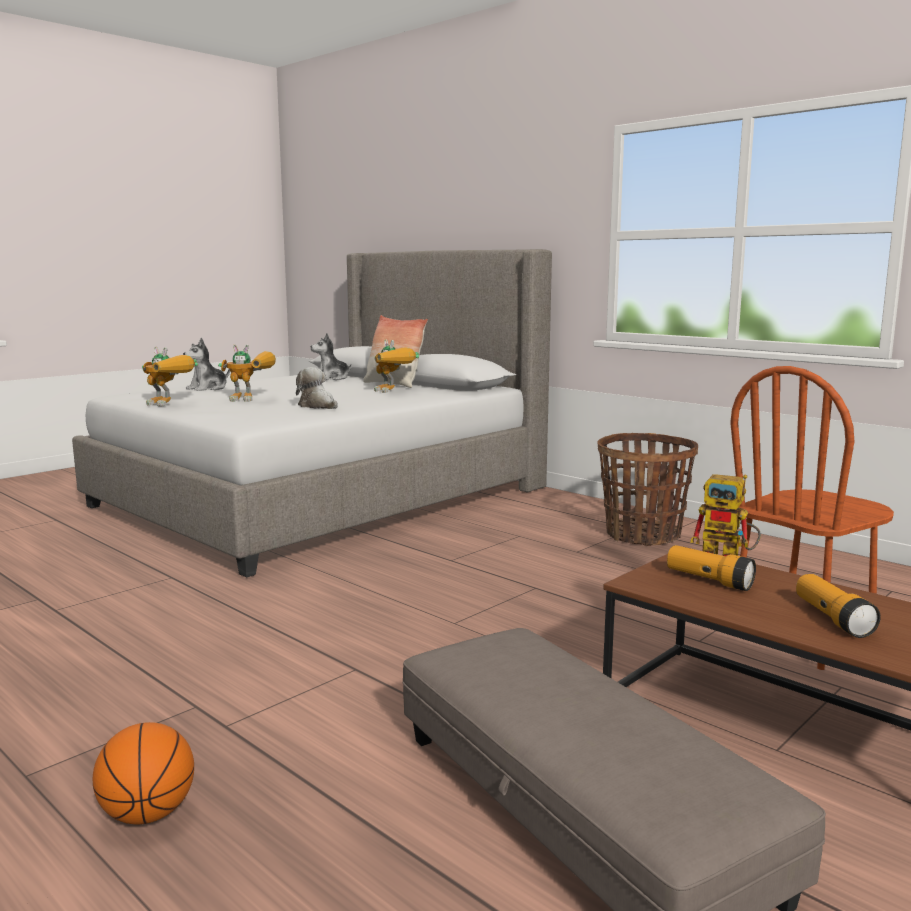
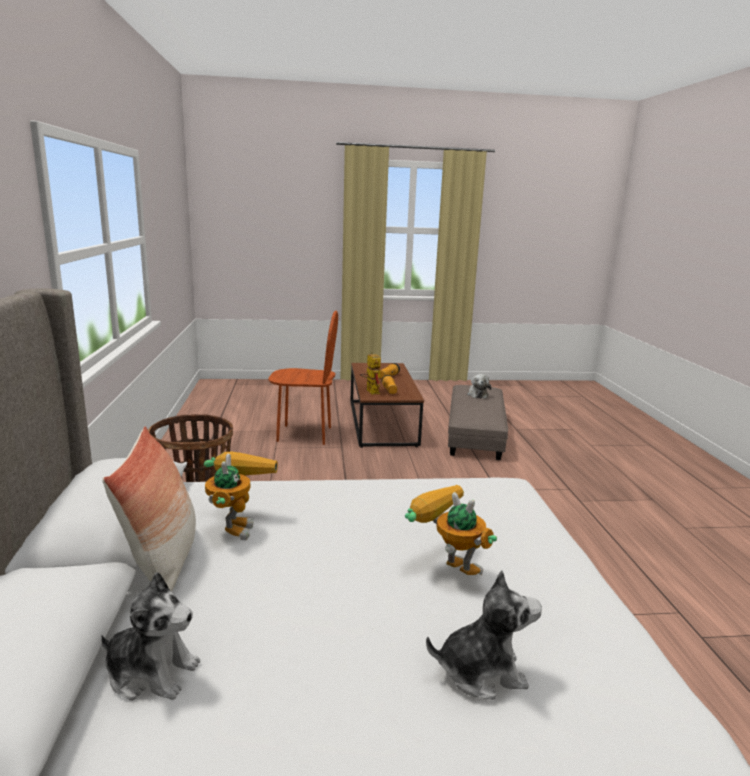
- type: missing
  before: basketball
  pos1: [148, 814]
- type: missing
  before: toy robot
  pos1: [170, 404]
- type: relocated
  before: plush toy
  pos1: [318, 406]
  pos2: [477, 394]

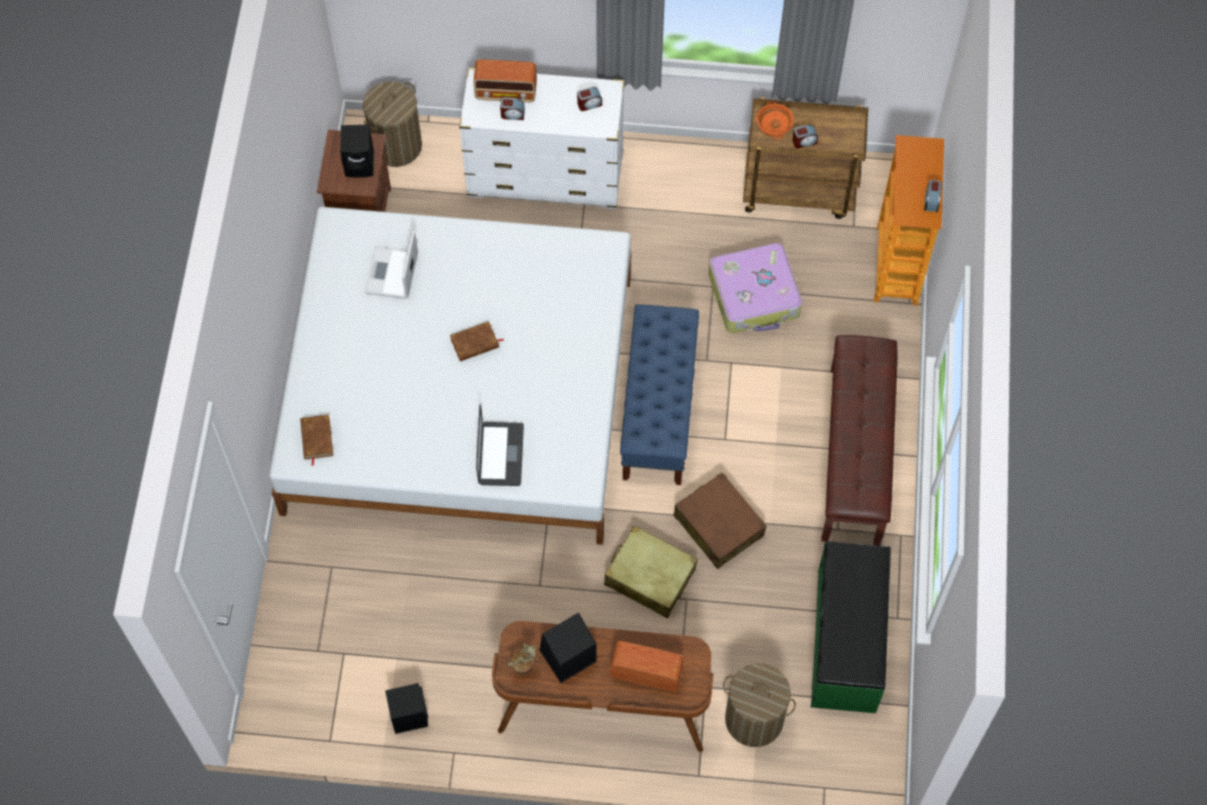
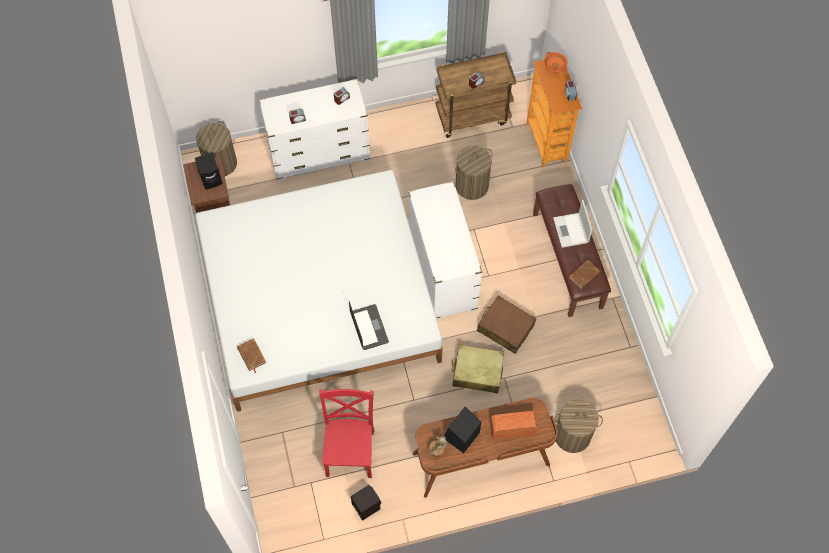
- type: missing
  before: radio
  pos1: [506, 92]
- type: missing
  before: bench (green)
  pos1: [847, 640]
- type: appeared
  after: chair (red)
  pos2: [350, 450]
- type: relocated
  before: laptop
  pos1: [392, 274]
  pos2: [571, 231]
- type: relocated
  before: book (brown)
  pos1: [475, 343]
  pos2: [584, 275]
- type: relocated
  before: bowl (orange)
  pos1: [773, 125]
  pos2: [554, 66]
- type: exchanged
  before: bench (blue)
  after: dresser (white)
  pos1: [658, 410]
  pos2: [442, 271]
- type: exchanged
  before: suitcase
  after: laundry basket
  pos1: [755, 296]
  pos2: [472, 185]

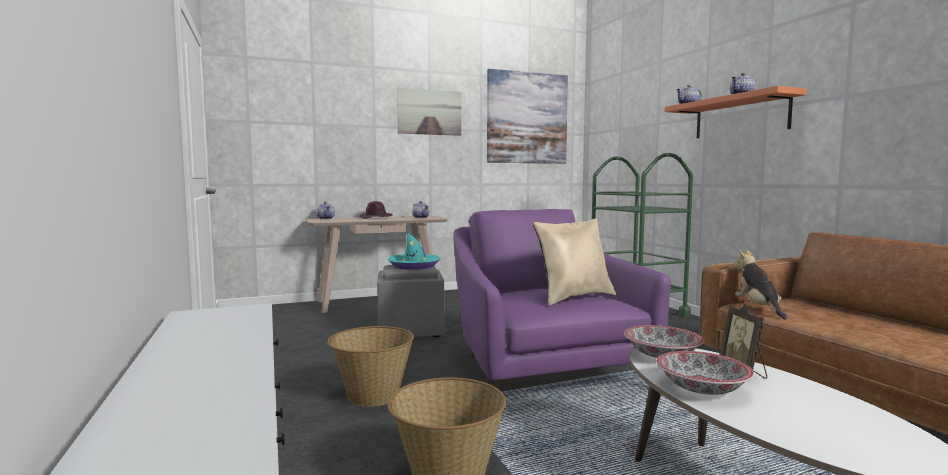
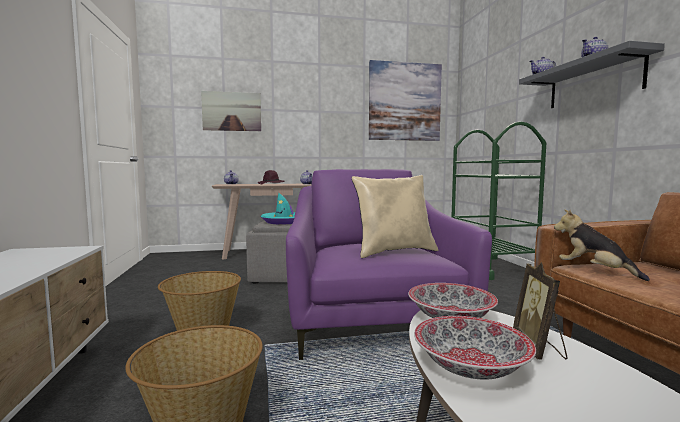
- type: relocated
  before: picture
  pos1: [429, 112]
  pos2: [232, 111]
- type: colour
  before: shelf (orange)
  after: shelf (grey)
  pos1: [740, 116]
  pos2: [593, 82]
- type: spun
  before: plush toy
  pos1: [758, 309]
  pos2: [594, 271]
  turn: -45

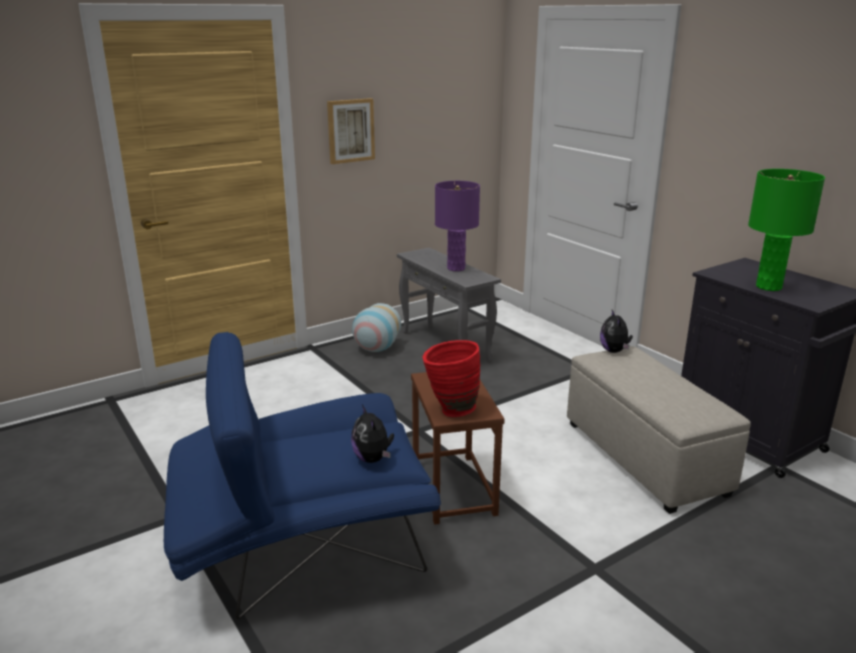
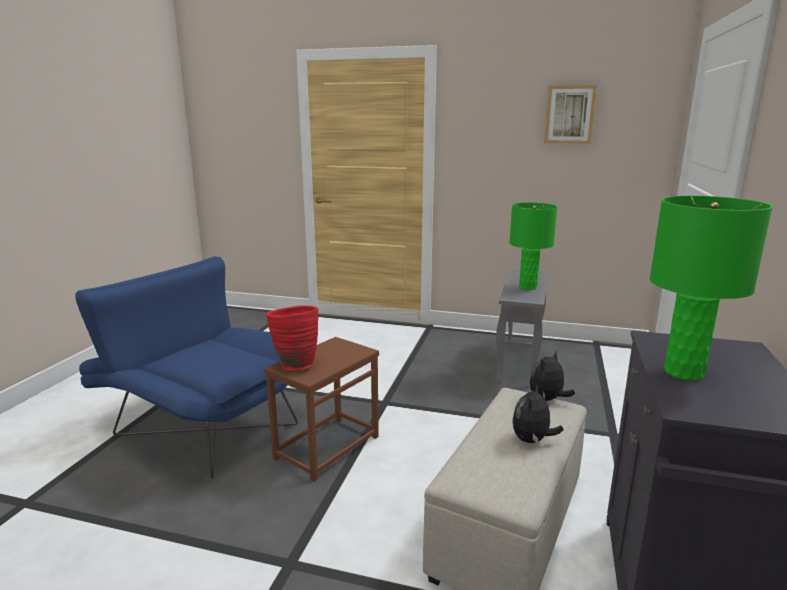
- type: missing
  before: vase
  pos1: [375, 349]
- type: relocated
  before: picture
  pos1: [350, 130]
  pos2: [569, 115]
- type: relocated
  before: plush toy
  pos1: [373, 459]
  pos2: [532, 440]
- type: colour
  before: table lamp (purple)
  after: table lamp (green)
  pos1: [456, 268]
  pos2: [528, 287]

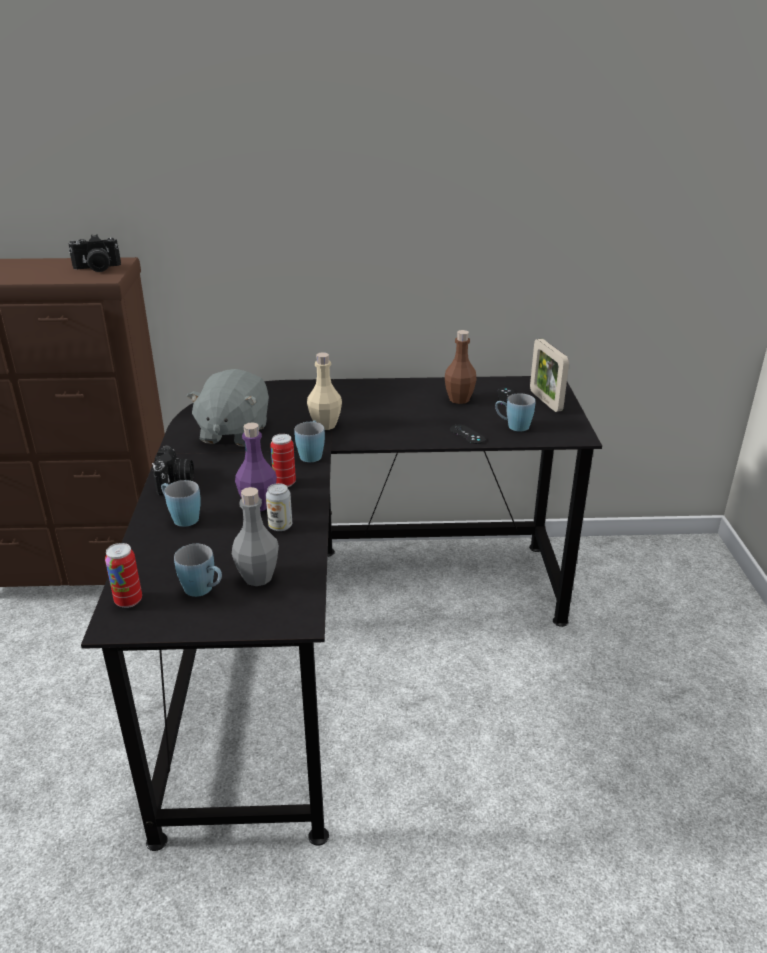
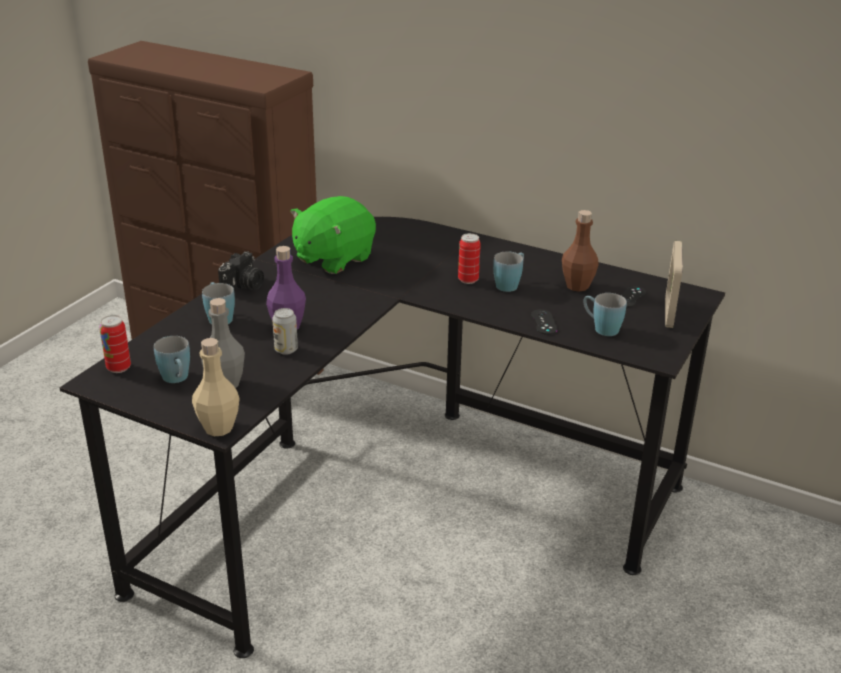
- type: missing
  before: photo camera
  pos1: [97, 269]
- type: relocated
  before: can
  pos1: [284, 483]
  pos2: [468, 280]
- type: relocated
  before: mug (blue)
  pos1: [311, 454]
  pos2: [509, 284]
- type: relocated
  before: bottle (beige)
  pos1: [325, 425]
  pos2: [218, 428]
- type: colour
  before: plush toy (grey)
  after: plush toy (green)
  pos1: [233, 433]
  pos2: [333, 258]

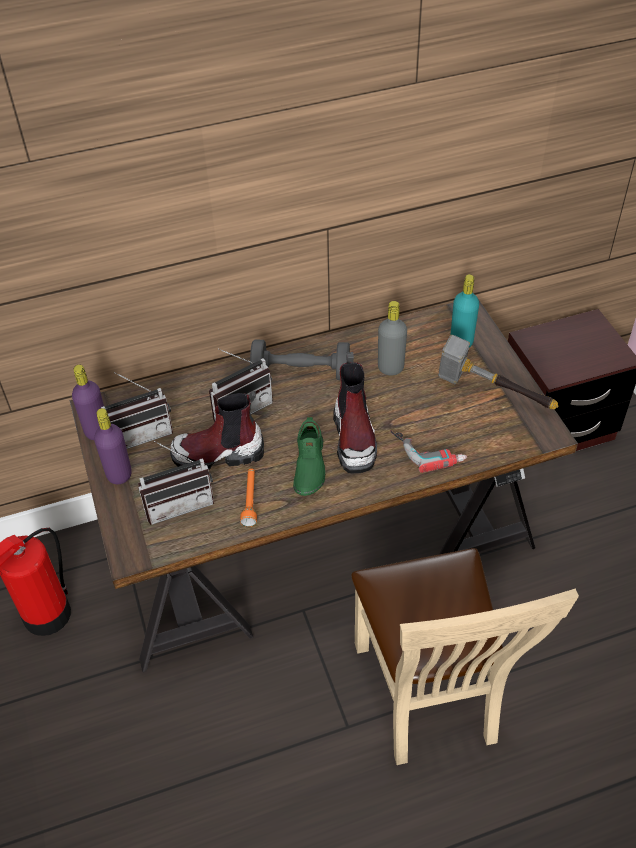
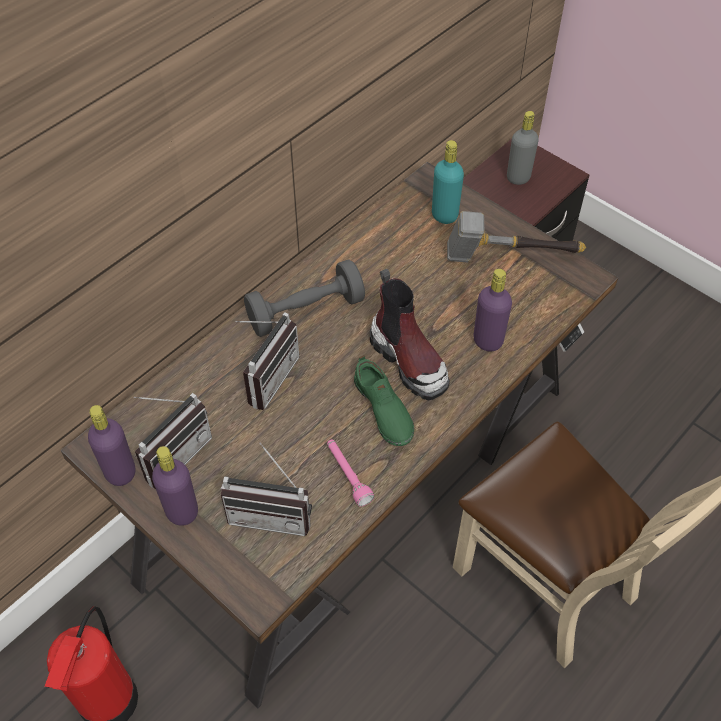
- type: missing
  before: boot
  pos1: [218, 454]
- type: relocated
  before: bottle (grey)
  pos1: [390, 368]
  pos2: [518, 178]
- type: exchanged
  before: power drill
  after: bottle (purple)
  pos1: [428, 449]
  pos2: [488, 341]
- type: colour
  before: flashlight (orange)
  after: flashlight (pink)
  pos1: [250, 500]
  pos2: [347, 475]
- type: spun
  before: radio
  pos1: [179, 503]
  pos2: [272, 513]
  turn: 60

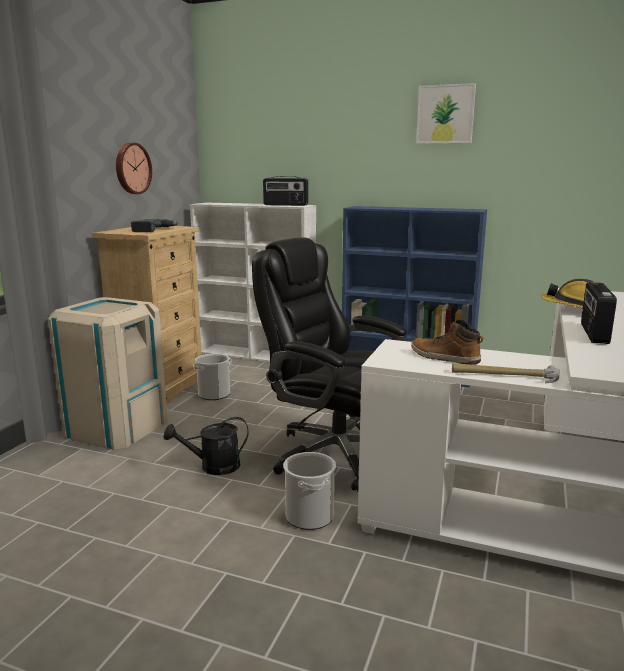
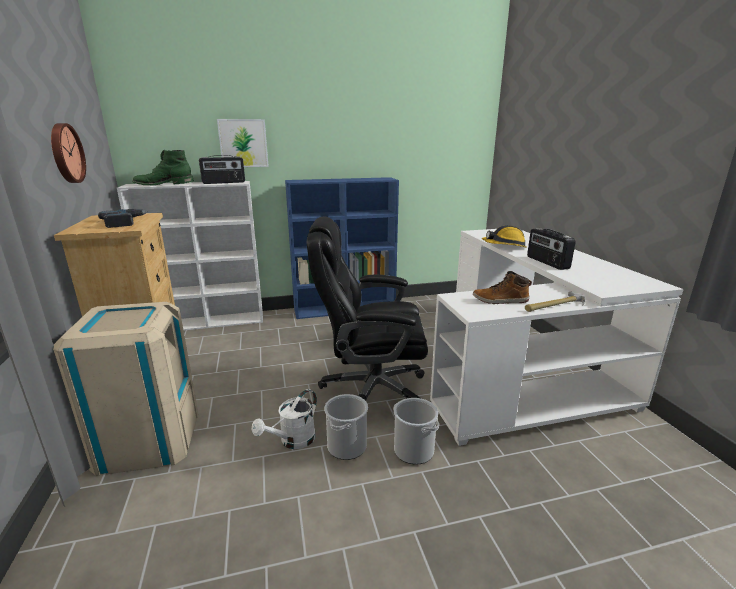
- type: appeared
  after: boot (green)
  pos2: [164, 184]
- type: relocated
  before: bucket
  pos1: [214, 394]
  pos2: [347, 446]
- type: relocated
  before: picture
  pos1: [445, 114]
  pos2: [243, 143]
- type: colour
  before: watering can (black)
  after: watering can (white)
  pos1: [213, 467]
  pos2: [293, 441]

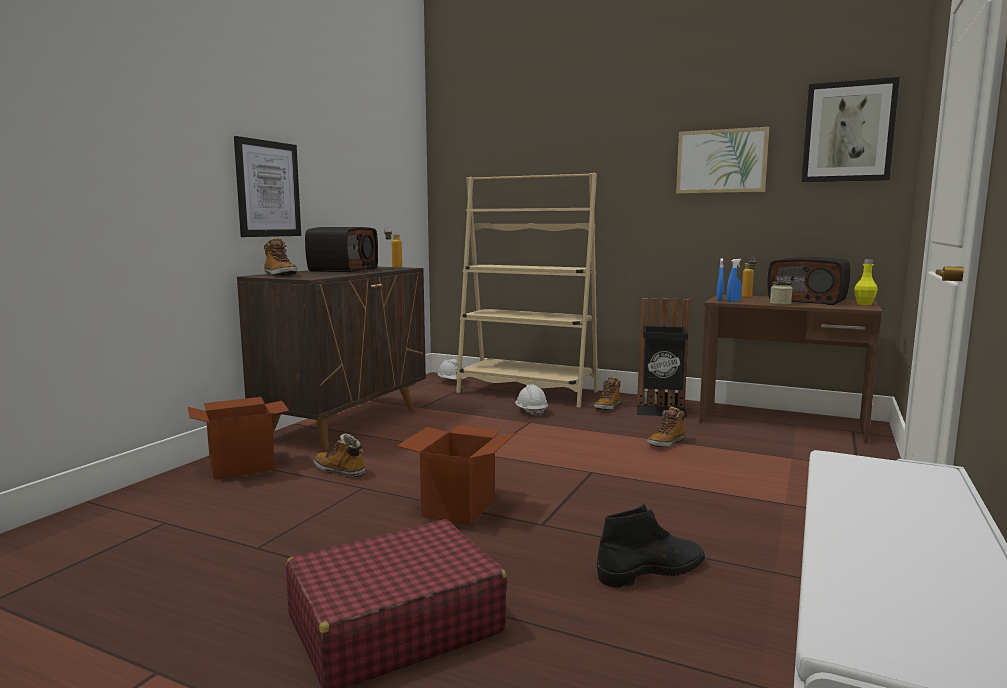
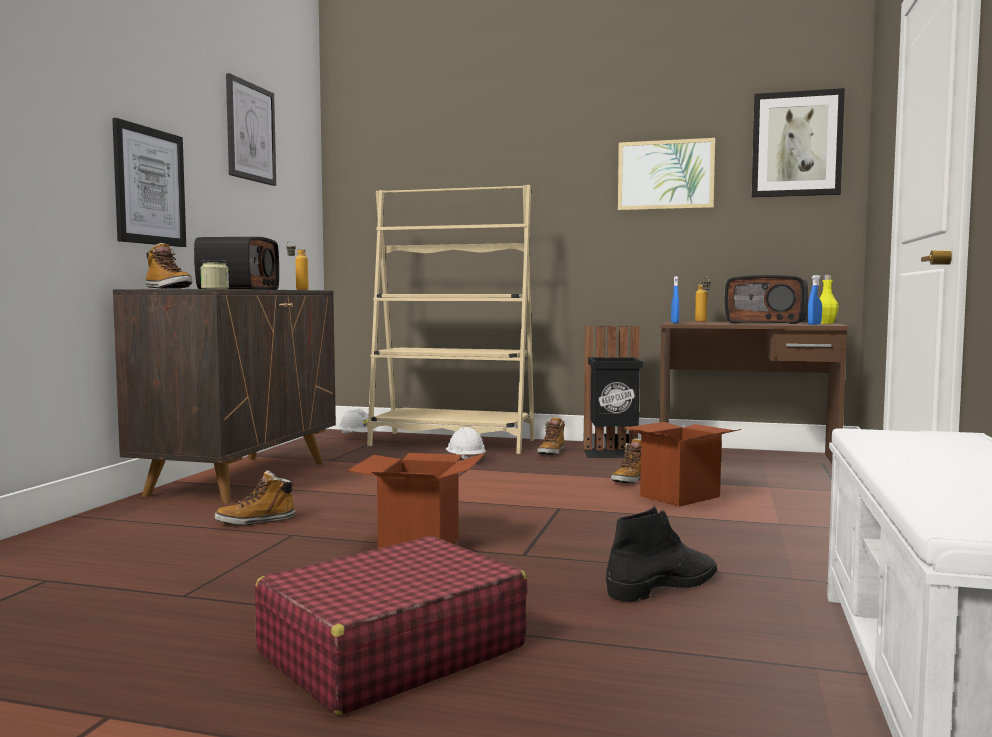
- type: appeared
  after: picture
  pos2: [250, 132]
- type: relocated
  before: cardboard box
  pos1: [242, 467]
  pos2: [680, 496]
- type: relocated
  before: spray bottle (blue)
  pos1: [733, 301]
  pos2: [814, 324]
- type: relocated
  before: jar
  pos1: [780, 303]
  pos2: [215, 288]
- type: spun
  before: boot
  pos1: [340, 471]
  pos2: [256, 521]
  turn: -45

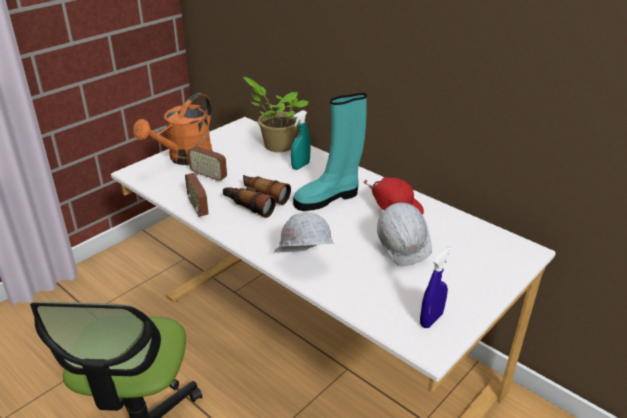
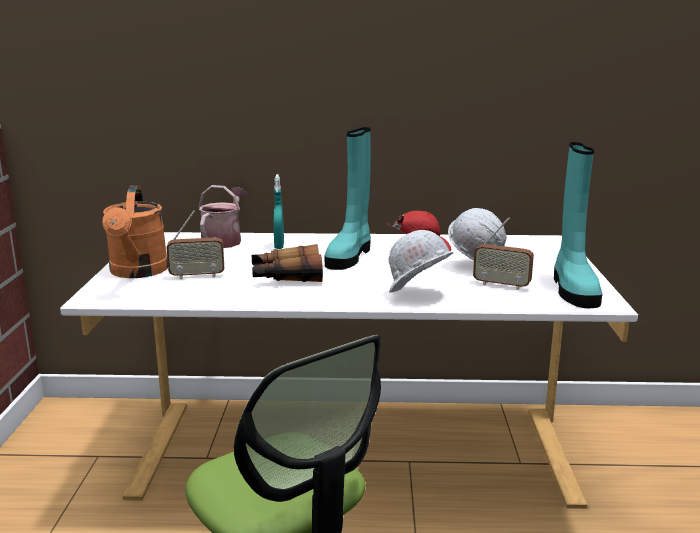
- type: relocated
  before: radio
  pos1: [198, 208]
  pos2: [501, 285]
- type: exchanged
  before: potted plant
  after: watering can
  pos1: [276, 145]
  pos2: [224, 240]
- type: exchanged
  before: spray bottle (blue)
  after: boot (turquoise)
  pos1: [431, 319]
  pos2: [573, 290]

